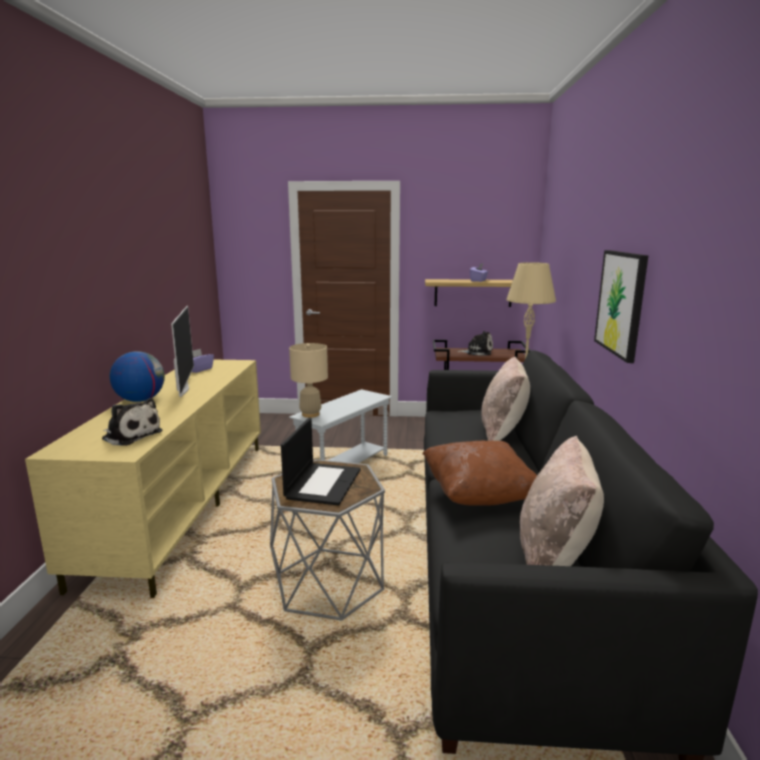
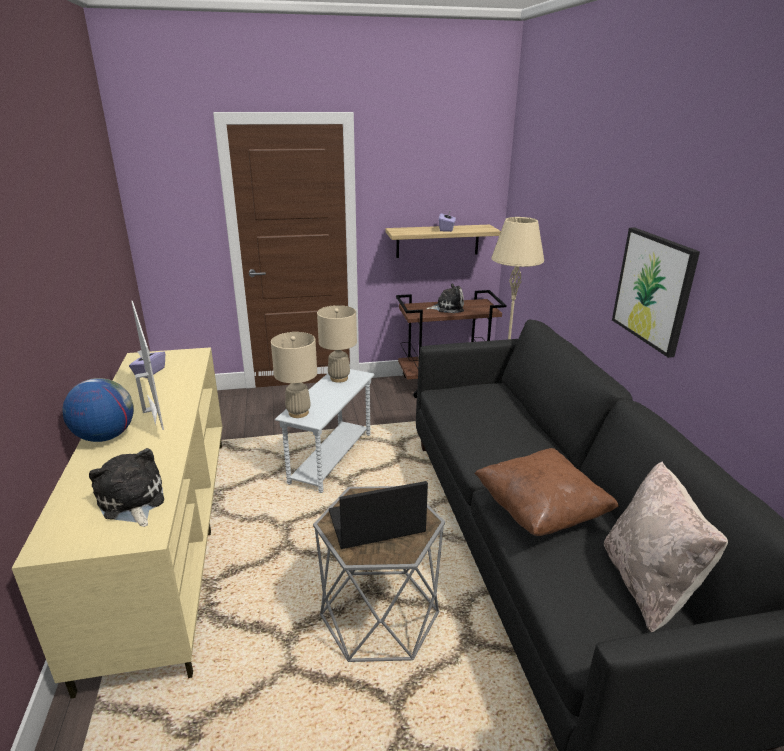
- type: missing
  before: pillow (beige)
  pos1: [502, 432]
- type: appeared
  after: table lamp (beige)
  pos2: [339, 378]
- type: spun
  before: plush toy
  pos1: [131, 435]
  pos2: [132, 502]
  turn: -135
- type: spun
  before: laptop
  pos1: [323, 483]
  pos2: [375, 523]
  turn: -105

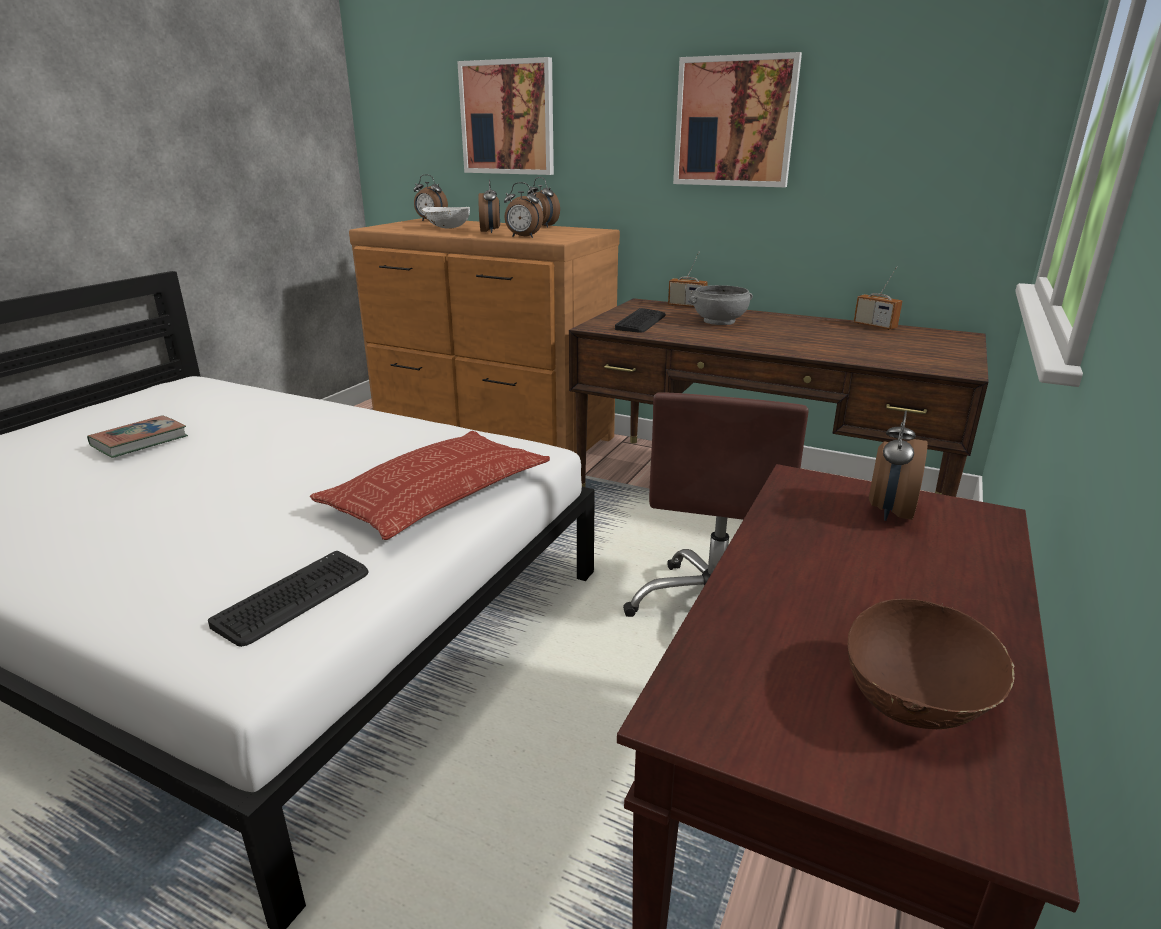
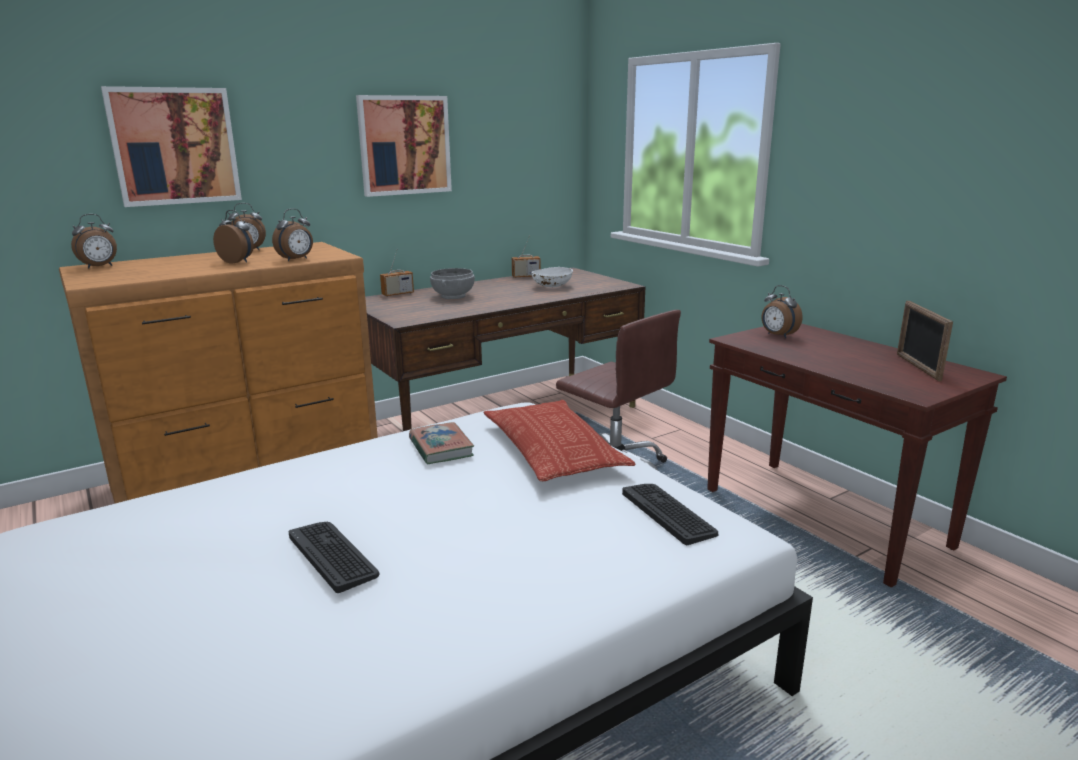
- type: relocated
  before: book
  pos1: [140, 441]
  pos2: [441, 448]
- type: relocated
  before: bowl (white)
  pos1: [446, 228]
  pos2: [552, 287]
- type: relocated
  before: keyboard
  pos1: [641, 322]
  pos2: [333, 555]
- type: exchanged
  before: bowl (brown)
  after: picture frame
  pos1: [916, 701]
  pos2: [917, 367]

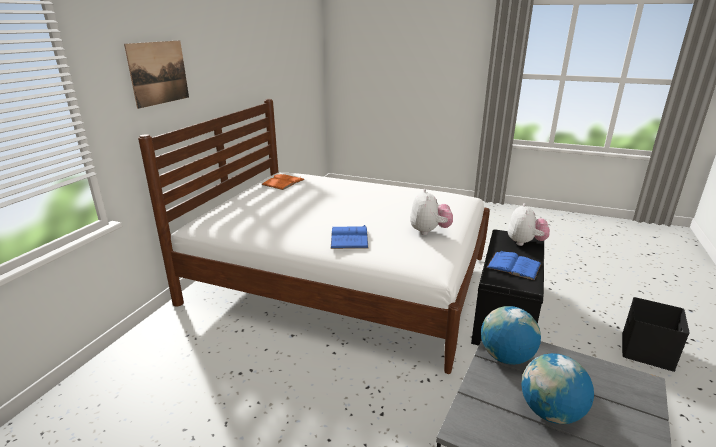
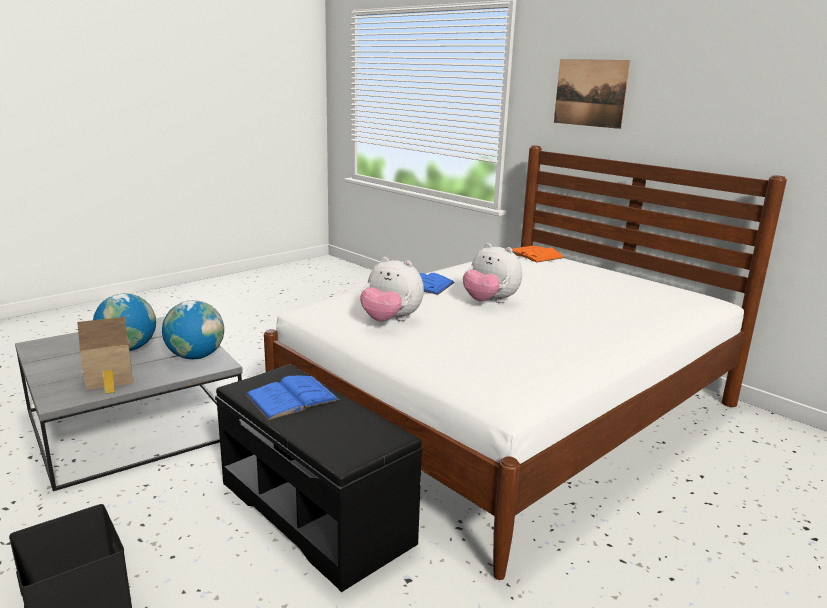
- type: appeared
  after: toy house
  pos2: [110, 379]
- type: relocated
  before: book (orange)
  pos1: [283, 182]
  pos2: [534, 254]
- type: relocated
  before: plush toy
  pos1: [525, 243]
  pos2: [489, 302]

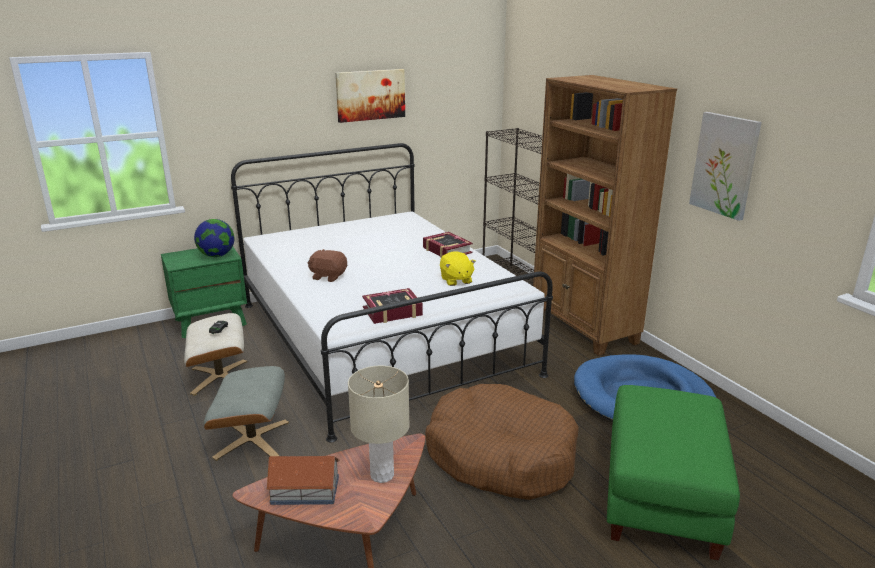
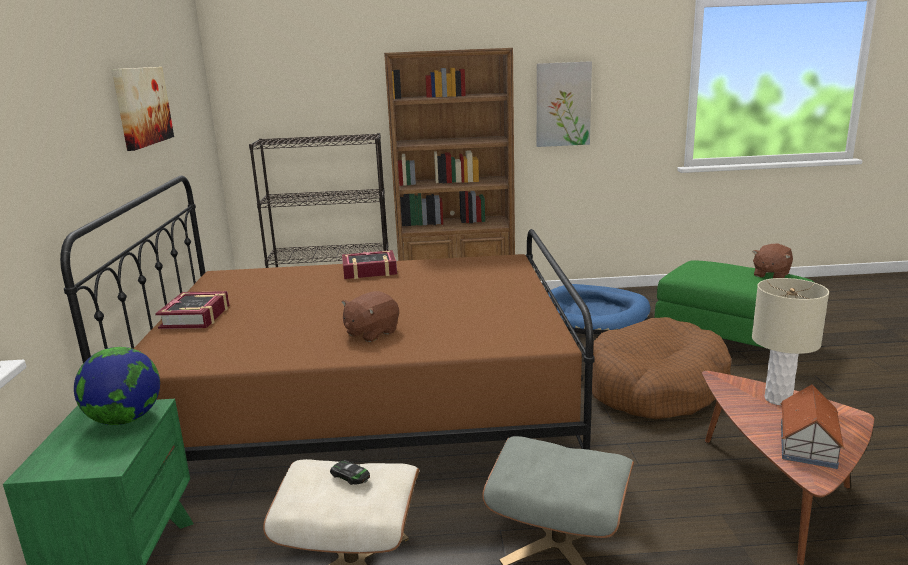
- type: missing
  before: plush toy (yellow)
  pos1: [456, 280]
- type: appeared
  after: plush toy (brown)
  pos2: [770, 275]
- type: relocated
  before: book
  pos1: [392, 311]
  pos2: [196, 317]
- type: colour
  before: bed (white)
  after: bed (brown)
  pos1: [381, 337]
  pos2: [368, 408]

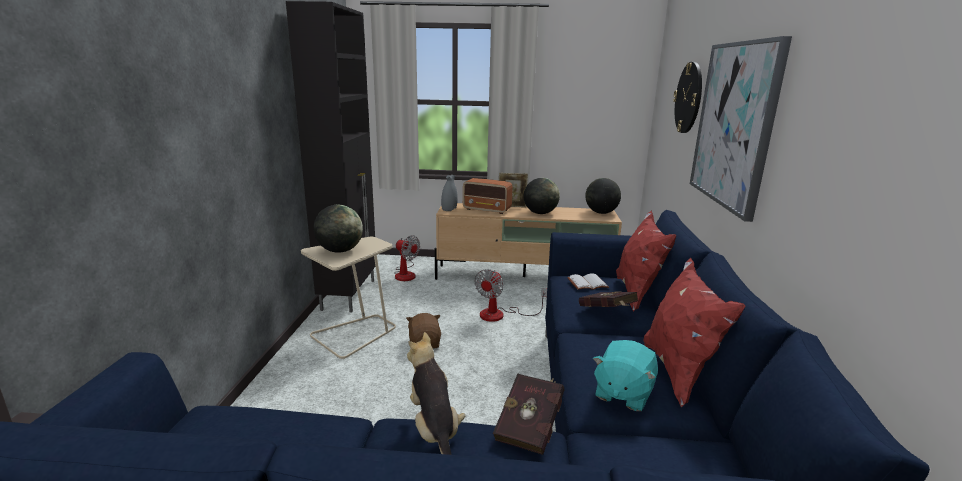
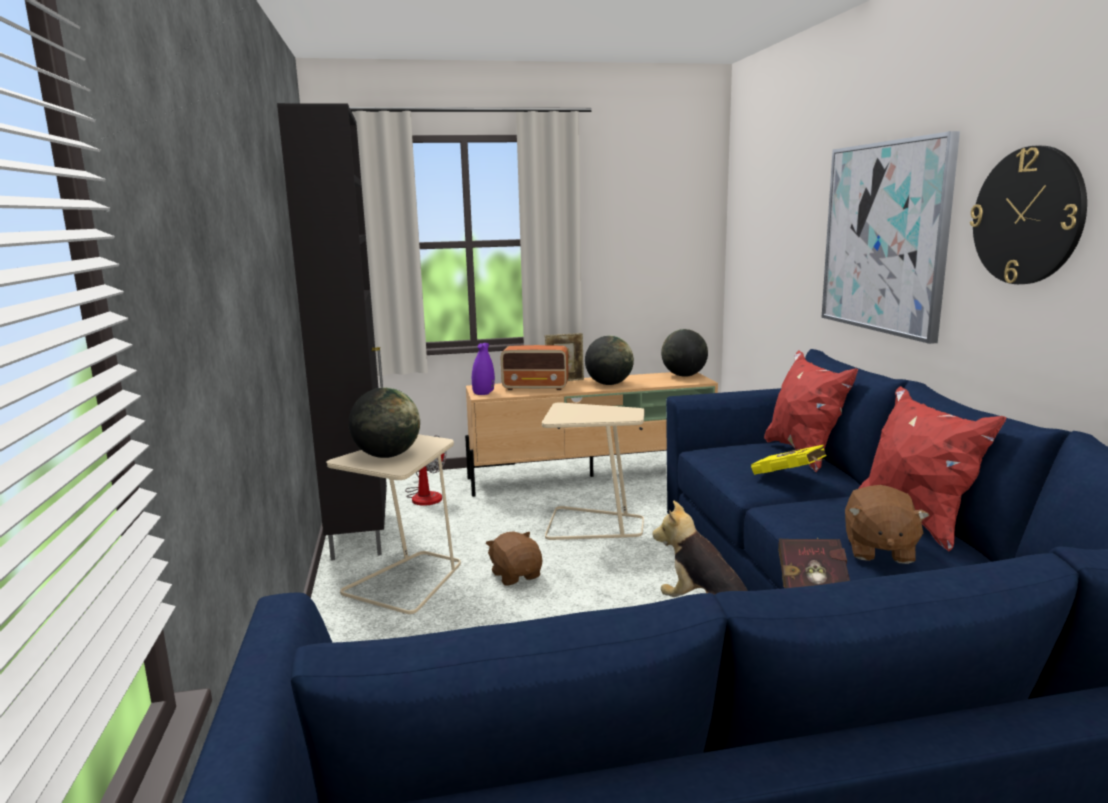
- type: missing
  before: book (white)
  pos1: [587, 283]
- type: relocated
  before: wall clock
  pos1: [689, 98]
  pos2: [1027, 216]
- type: exchanged
  before: fan
  after: side table (beige)
  pos1: [500, 315]
  pos2: [593, 525]
- type: colour
  before: vase (grey)
  after: vase (purple)
  pos1: [449, 209]
  pos2: [483, 392]
- type: colour
  before: book (red)
  after: book (yellow)
  pos1: [607, 313]
  pos2: [790, 477]
- type: colour
  before: plush toy (turquoise)
  after: plush toy (brown)
  pos1: [622, 393]
  pos2: [878, 550]

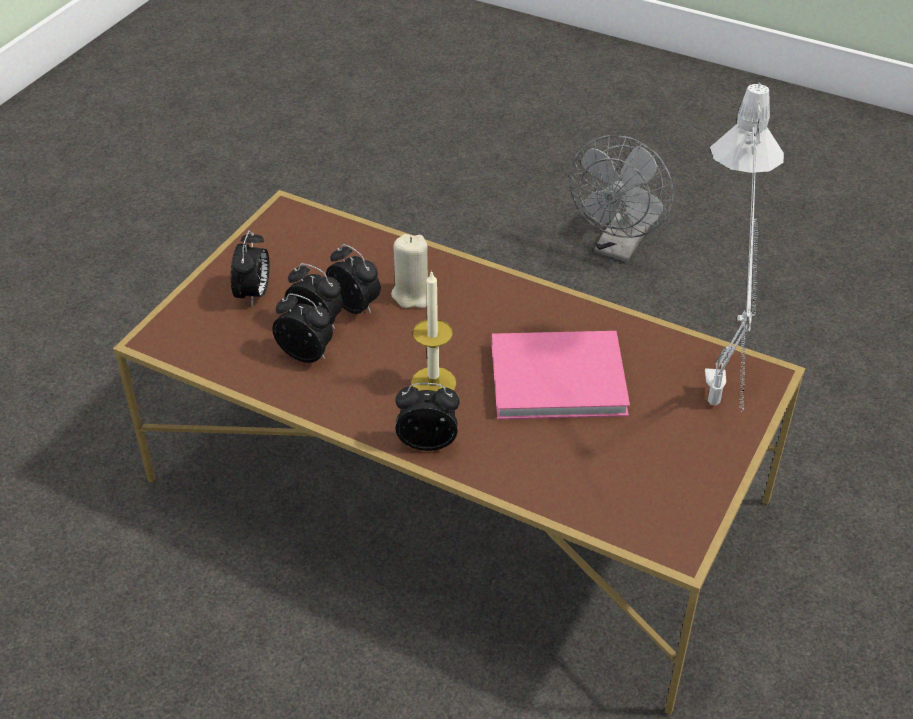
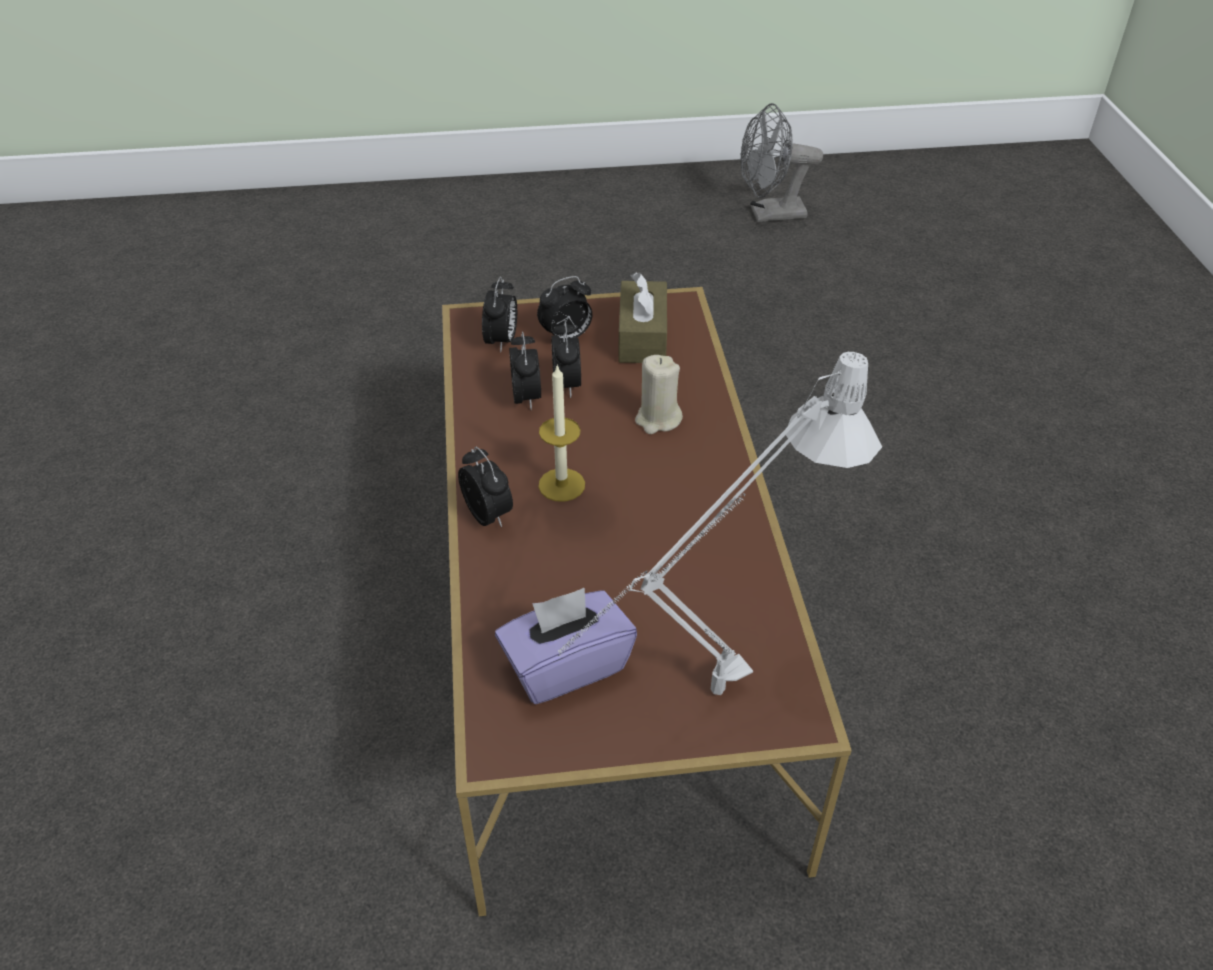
- type: missing
  before: book (pink)
  pos1: [562, 379]
- type: appeared
  after: tissue box (purple)
  pos2: [566, 666]
- type: appeared
  after: tissue box (brown)
  pos2: [642, 337]
- type: relocated
  before: alarm clock
  pos1: [356, 306]
  pos2: [502, 341]
- type: relocated
  before: fan (grey)
  pos1: [618, 247]
  pos2: [769, 214]

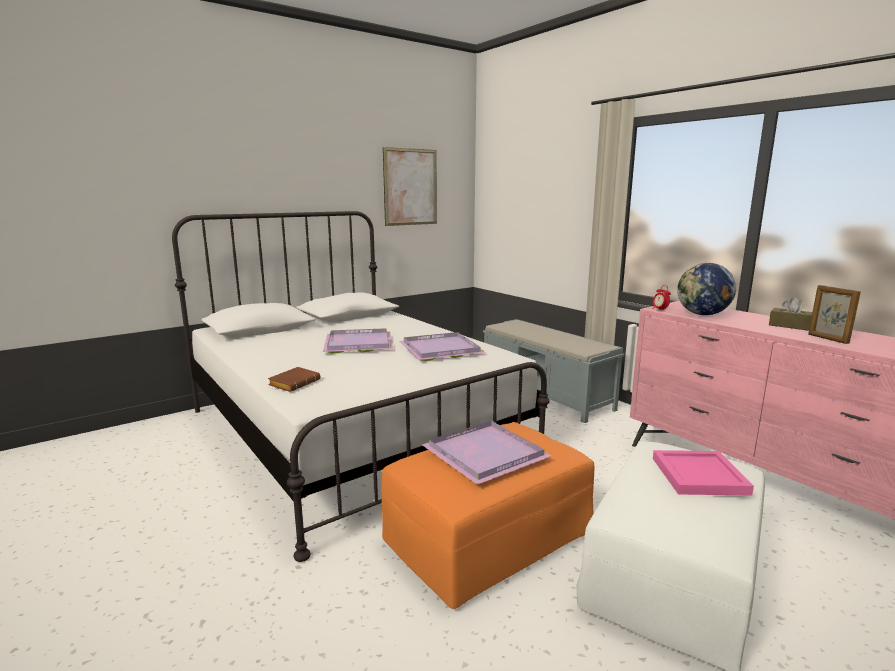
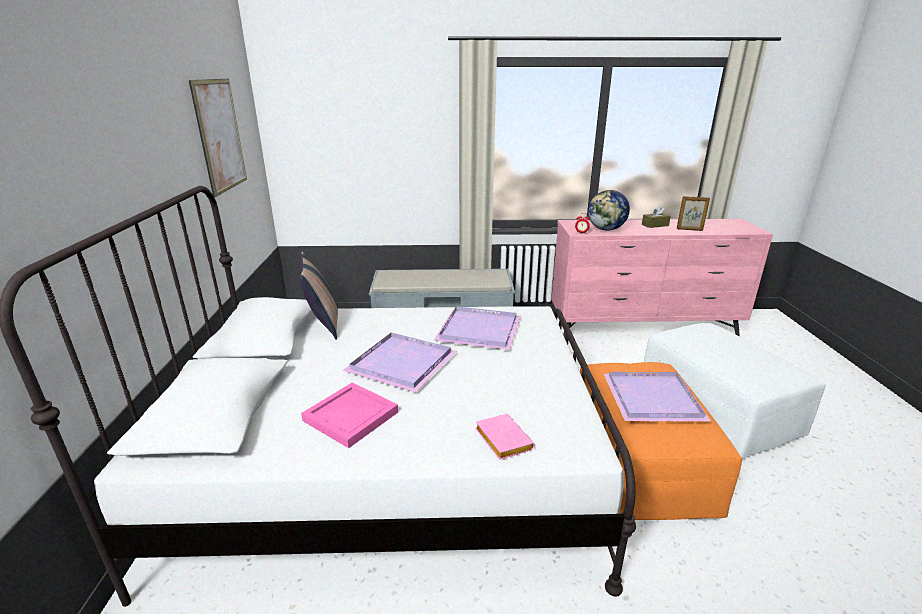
- type: appeared
  after: pillow
  pos2: [323, 324]
- type: relocated
  before: tray (pink)
  pos1: [700, 476]
  pos2: [352, 416]
- type: colour
  before: book (brown)
  after: book (pink)
  pos1: [294, 383]
  pos2: [501, 440]

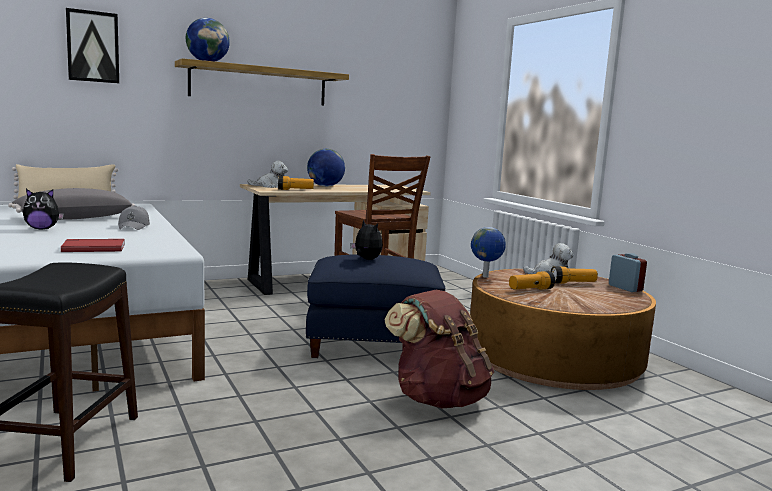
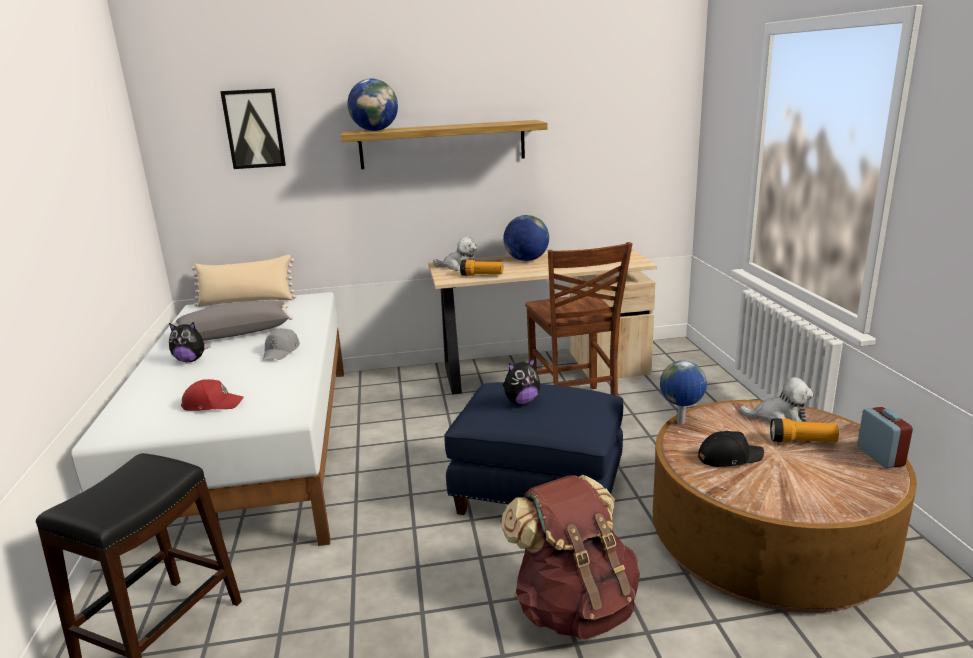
- type: exchanged
  before: book (red)
  after: cap (red)
  pos1: [93, 248]
  pos2: [212, 404]
- type: exchanged
  before: flashlight
  after: cap (black)
  pos1: [530, 290]
  pos2: [729, 457]
- type: spun
  before: plush toy
  pos1: [366, 259]
  pos2: [521, 402]
  turn: 90

